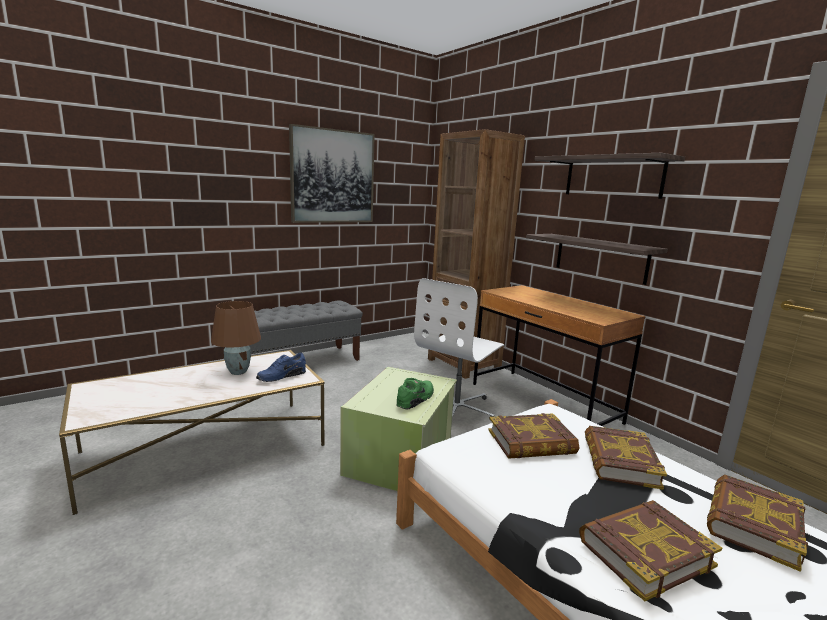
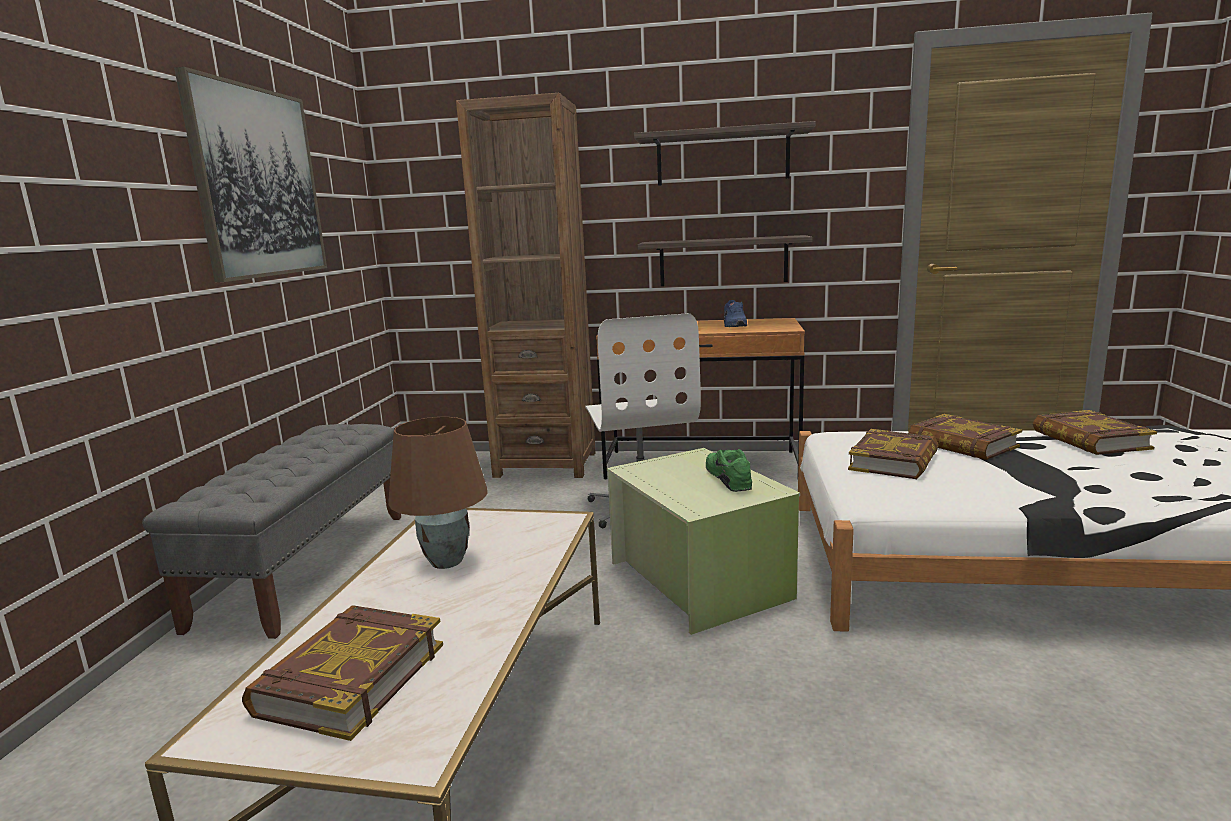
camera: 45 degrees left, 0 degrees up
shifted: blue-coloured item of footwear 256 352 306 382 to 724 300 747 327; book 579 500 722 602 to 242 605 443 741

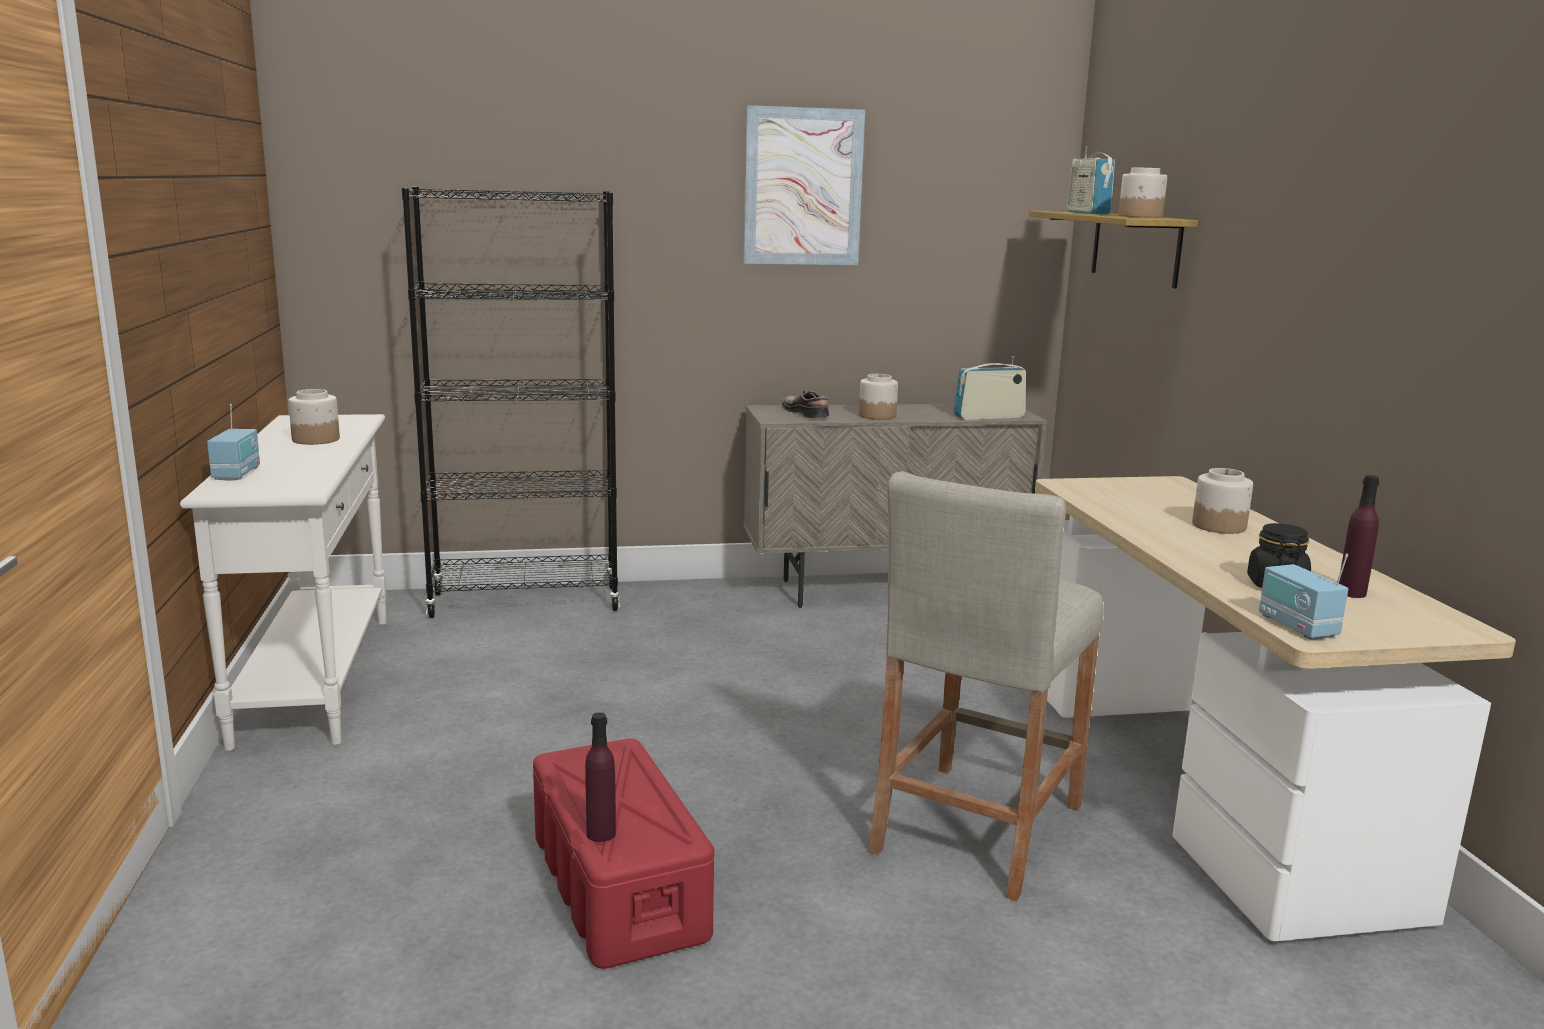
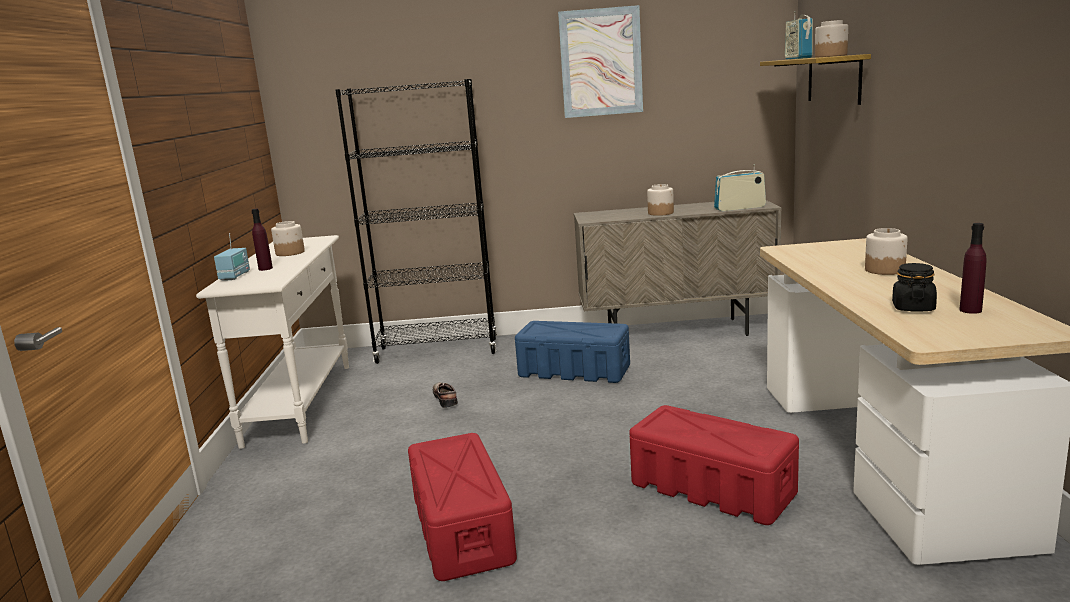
camera: 10 degrees right, 0 degrees up
gone: radio set 1259 554 1348 639
new: blue-coloured storage bin 515 321 630 383
shifted: purple beverage bottle 585 712 616 842 to 251 209 273 271; item of footwear 782 390 829 418 to 433 382 458 408
swapped: beige stool seat 868 471 1104 901 to red storage bin 629 405 799 525

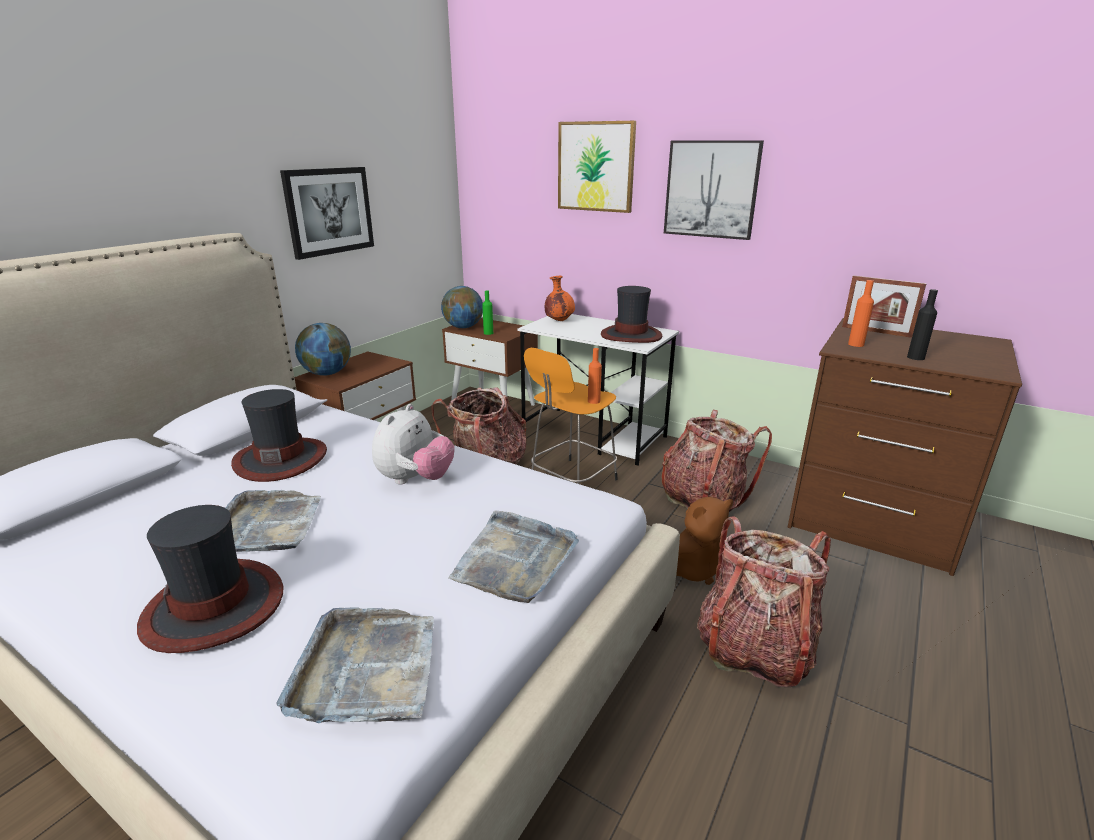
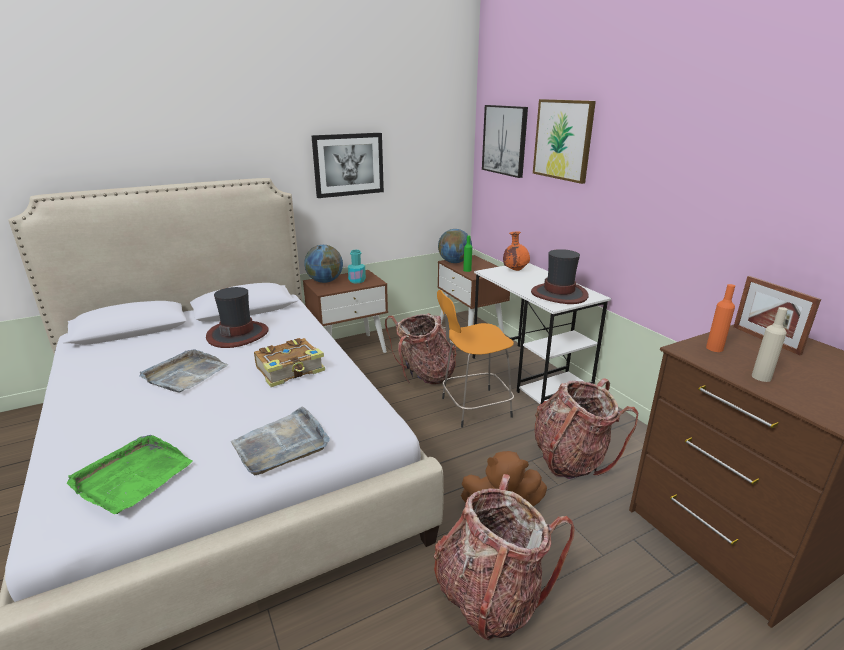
camera: 30 degrees right, 0 degrees up
gone: hat 137 505 283 653; orange-coloured beverage bottle 588 348 602 404
new: blue-green beverage bottle 348 250 366 283
shifted: wall picture 664 140 764 240 to 482 105 528 178
swapped: plush toy 372 404 454 484 to book 254 338 325 387
repainted: grey carrying tray 276 607 434 723 to greenish carrying tray 67 435 193 514; black-coloured beverage bottle 907 289 938 360 to beige beverage bottle 752 307 788 382

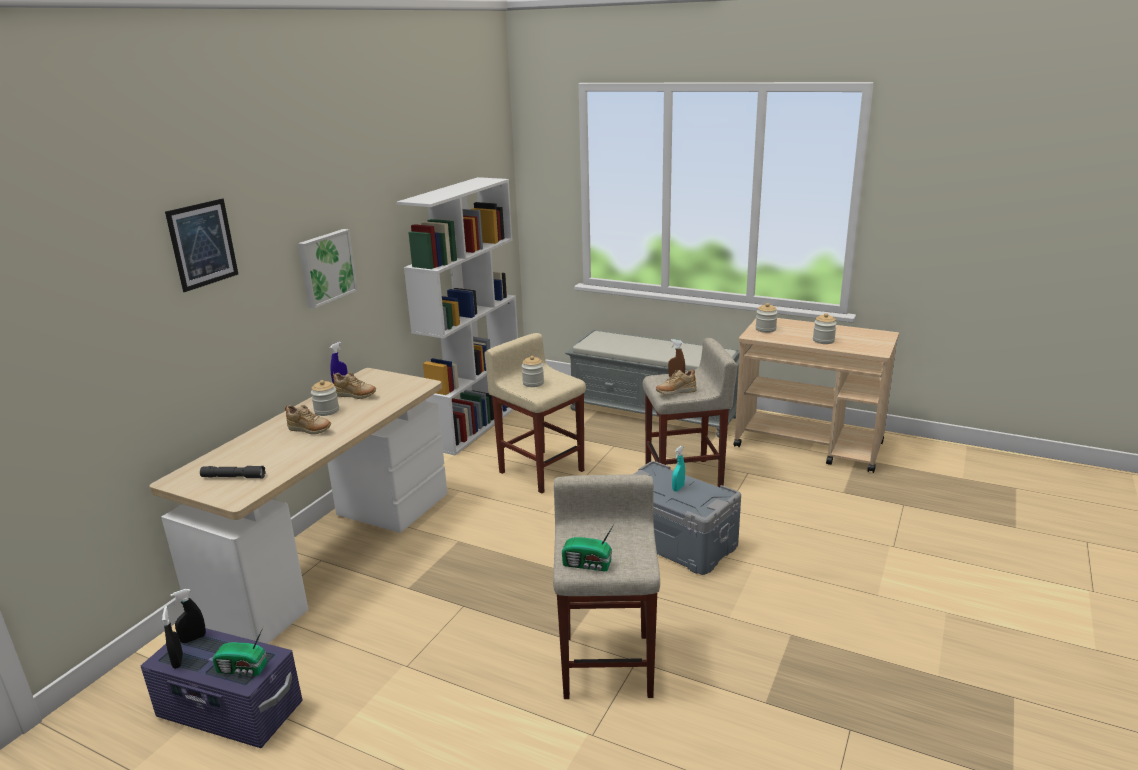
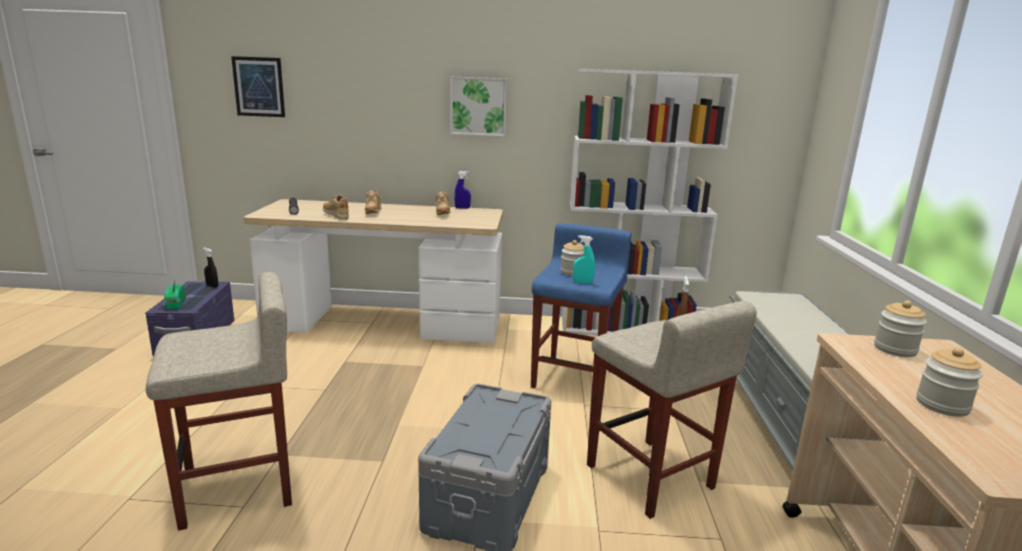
camera: 65 degrees right, 5 degrees down
gone: black-coloured spray bottle 162 606 183 669; jar 311 380 339 416; radio set 562 523 615 572
shifted: wall picture 165 198 238 292 to 231 56 285 117; beige item of footwear 656 370 697 395 to 323 194 349 219; blue-green spray bottle 672 446 685 491 to 573 235 595 284
repainted: beige stool seat 485 333 586 494 to blue-coloured stool seat 531 223 632 388

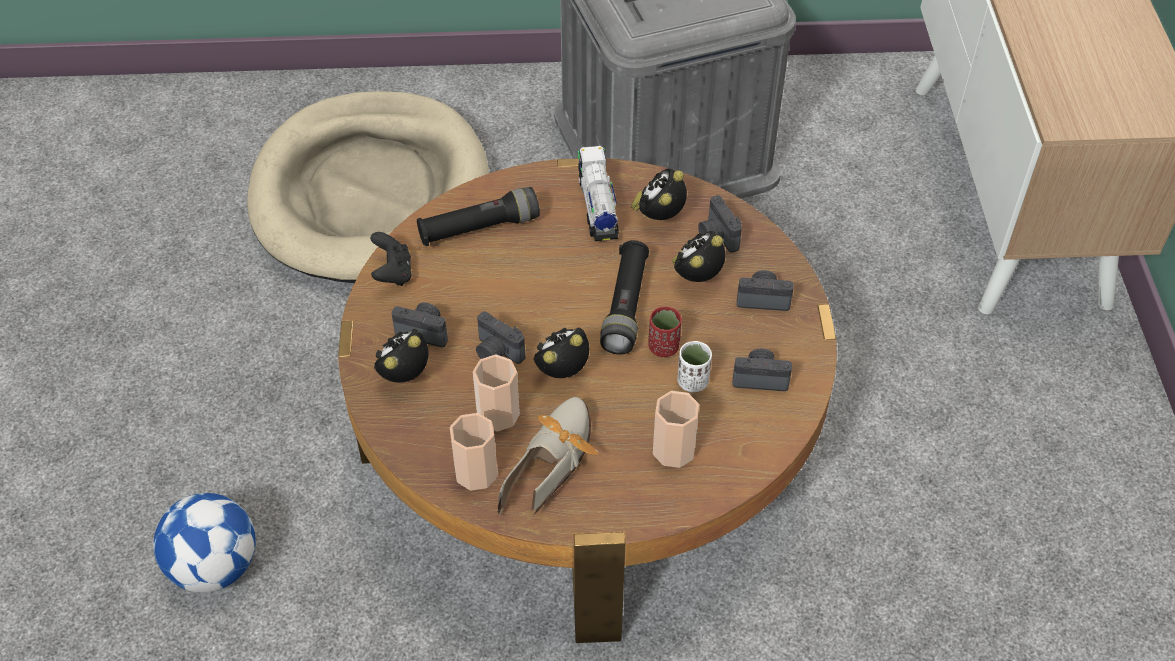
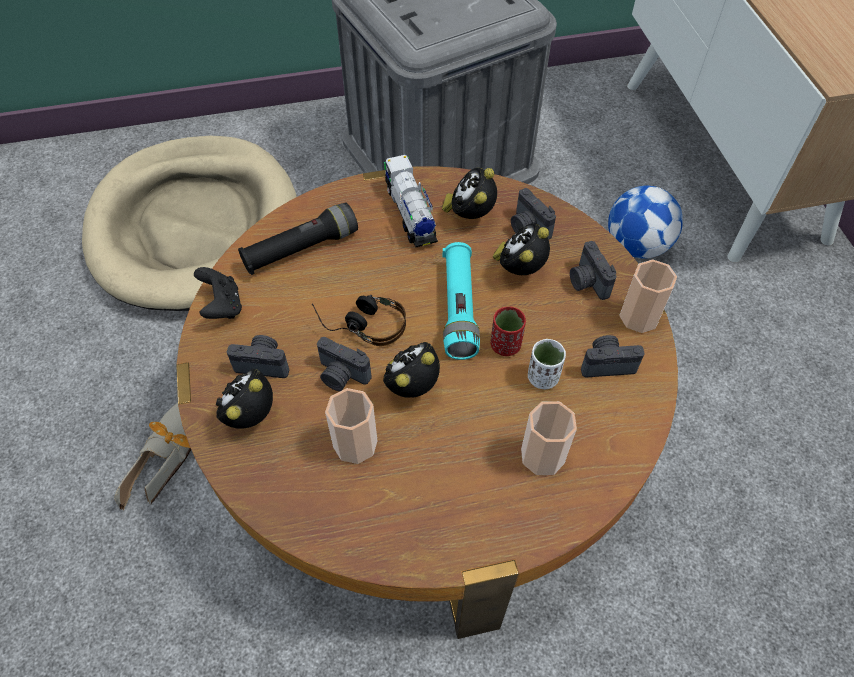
camera: 10 degrees left, 5 degrees up
new: headphones 312 295 406 346
shifted: football ball 153 493 256 593 to 608 186 683 258; cup 450 413 498 491 to 619 260 677 333; item of footwear 497 397 599 516 to 114 403 191 511
repainted: black-coloured flashlight 600 240 649 355 to blue-green flashlight 443 242 480 360
rotated: still camera 737 270 793 311 = 570 241 617 300 105 degrees counterclockwise

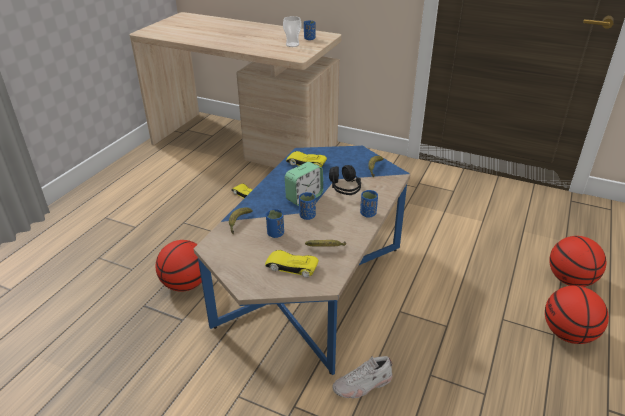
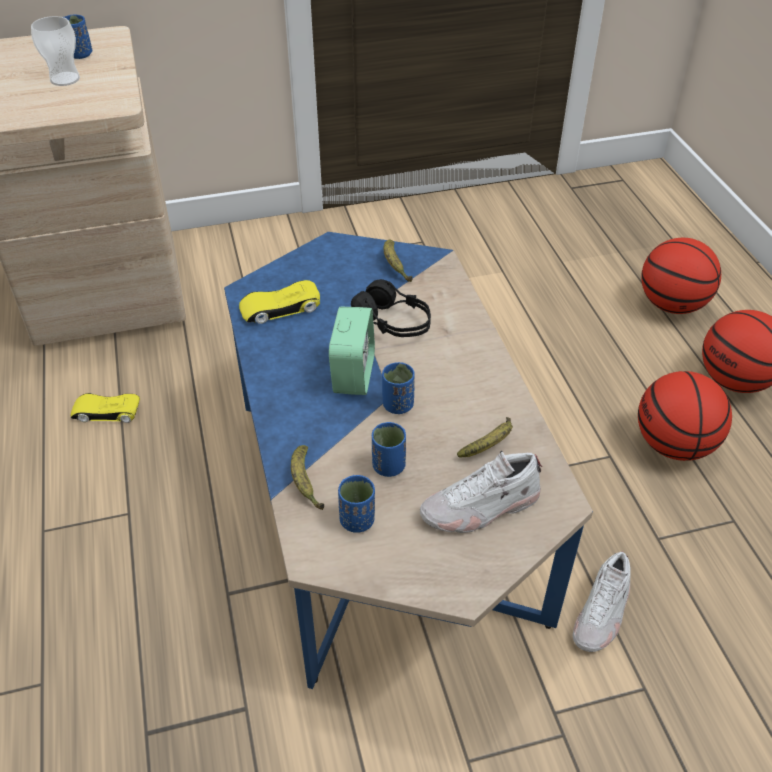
camera: 40 degrees left, 10 degrees up
shifted: basketball 156 240 202 292 to 638 371 732 461; blue-coloured cup 360 190 378 218 to 338 475 375 533
swapped: yellowish toy car 265 250 319 278 to whitish item of footwear 420 451 542 533

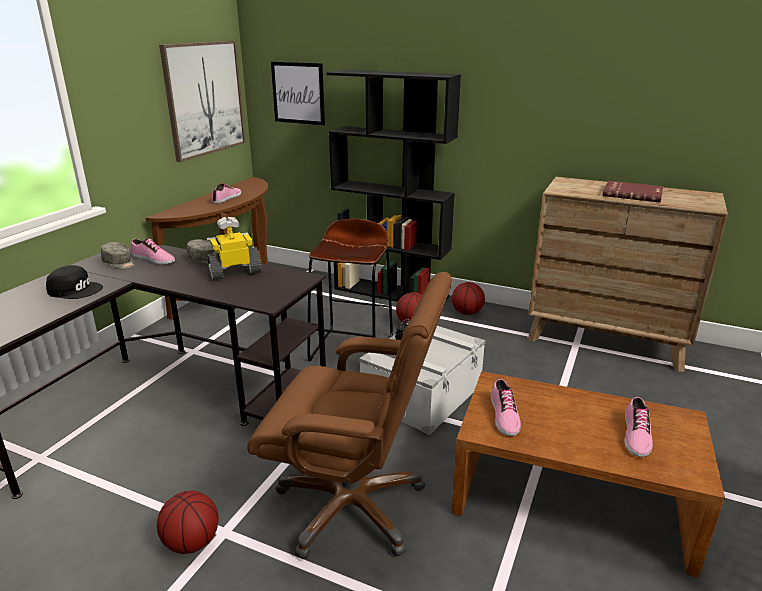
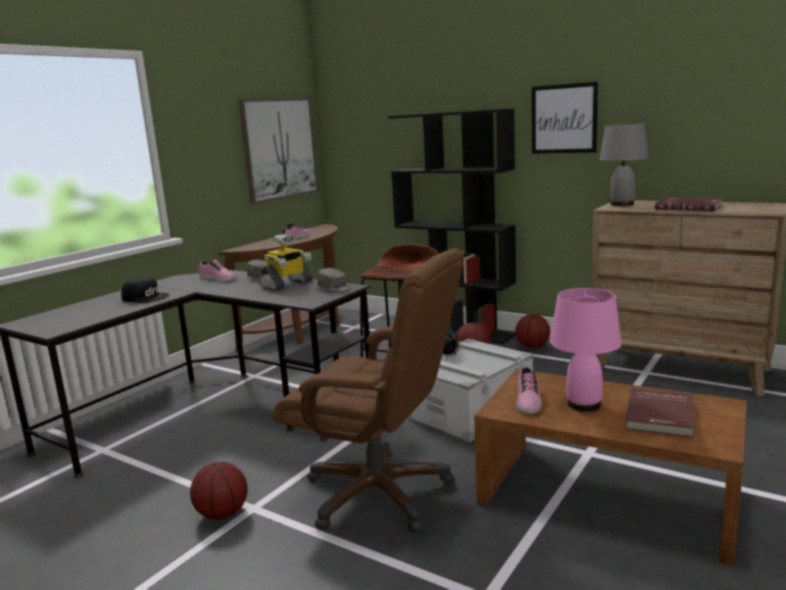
camera: 10 degrees right, 10 degrees down
new: pinkish lamp for a table 550 288 622 412; grey lamp for a table 599 124 649 206
shifted: grey cap 101 242 135 269 to 317 268 351 292; wall picture 271 62 325 125 to 532 82 598 154
swapped: item of footwear 624 397 653 457 to red book 625 388 694 437
rotated: robot figure 207 217 262 280 = 259 234 313 291 150 degrees clockwise

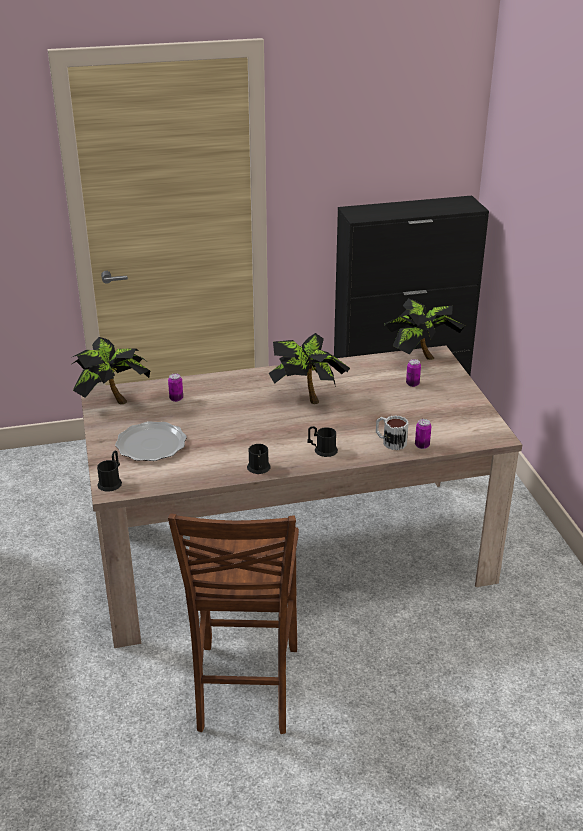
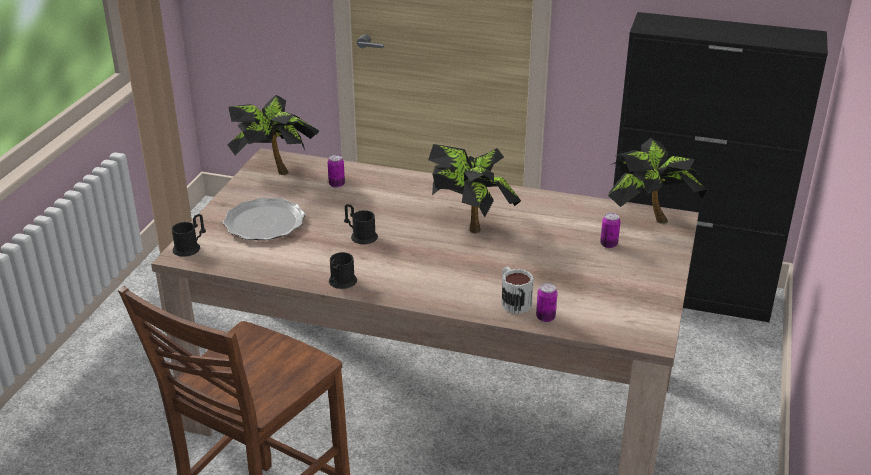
camera: 30 degrees right, 0 degrees up
shifted: black-coloured mug 307 426 338 457 to 344 204 378 244

